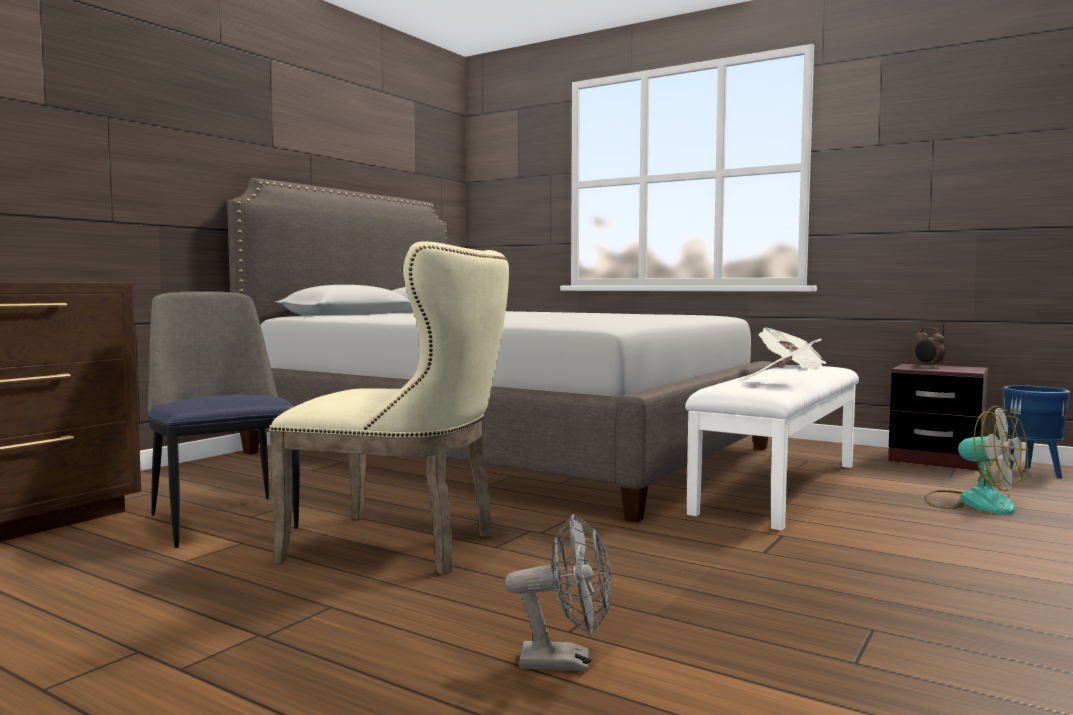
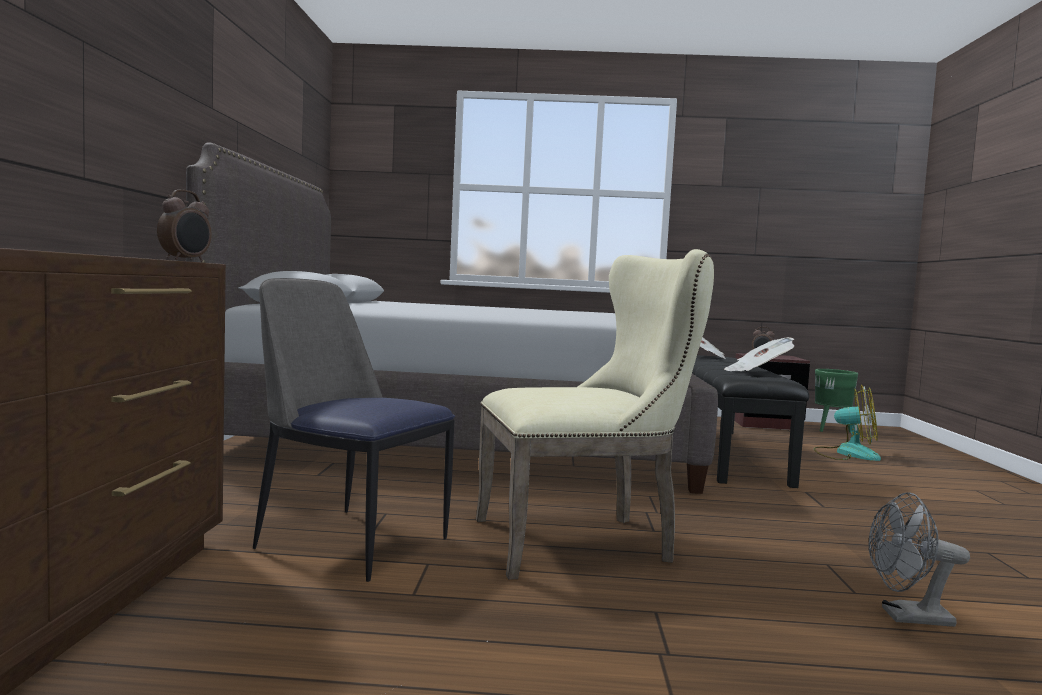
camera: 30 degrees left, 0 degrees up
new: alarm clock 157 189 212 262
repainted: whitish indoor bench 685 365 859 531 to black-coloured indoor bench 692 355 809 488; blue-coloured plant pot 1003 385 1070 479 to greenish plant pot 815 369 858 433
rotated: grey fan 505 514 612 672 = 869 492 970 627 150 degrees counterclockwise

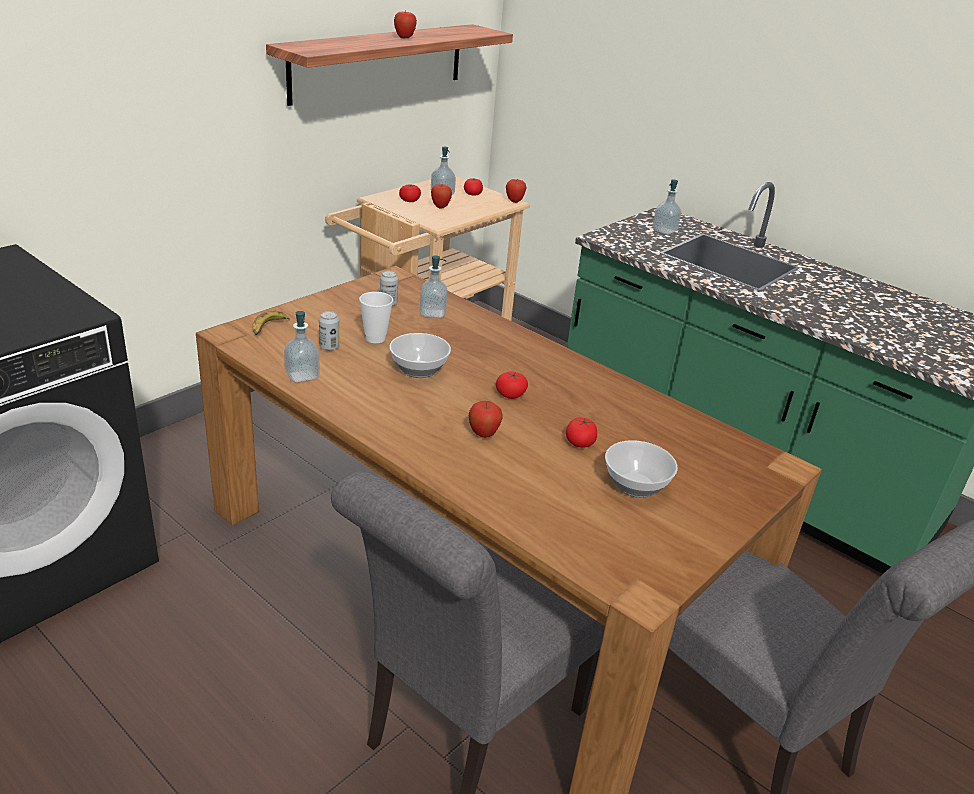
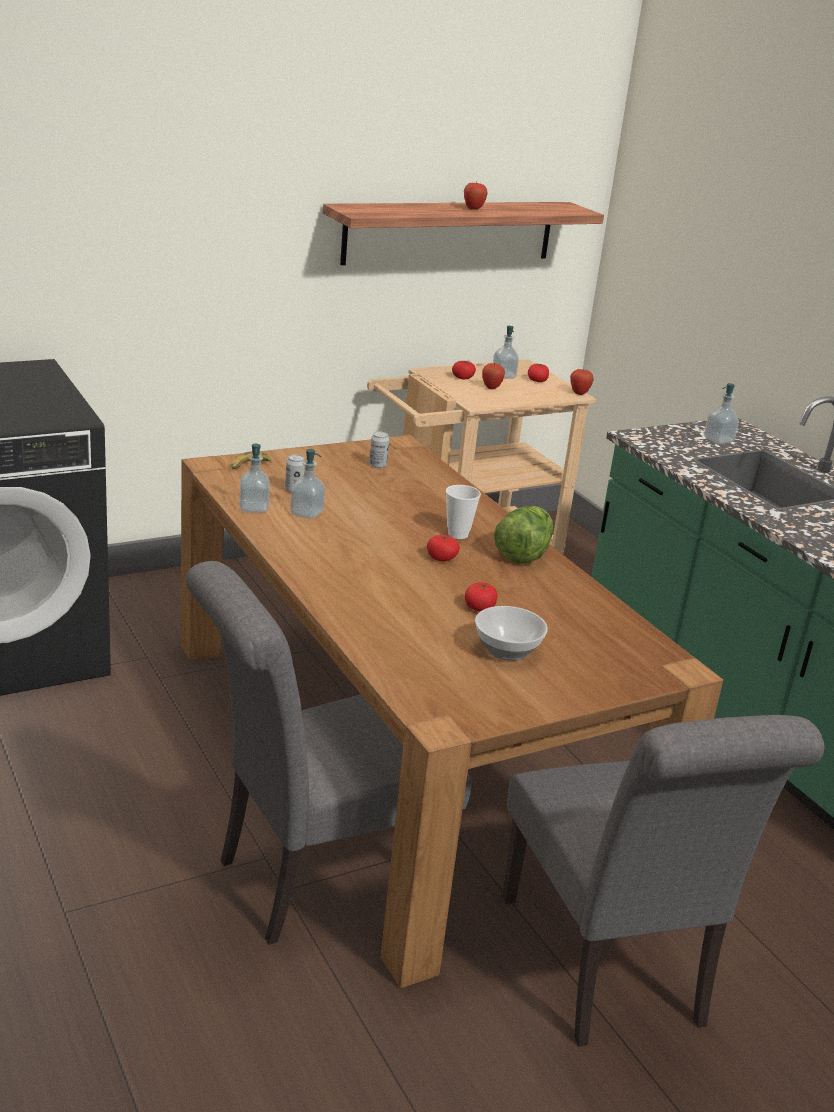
camera: 20 degrees right, 5 degrees down
gone: deep dish 389 333 451 378; apple 469 401 503 438
new: head of lettuce 494 506 553 564
shifted: cup 359 292 393 343 to 446 485 481 539; soap dispenser 420 256 447 318 to 290 449 325 519

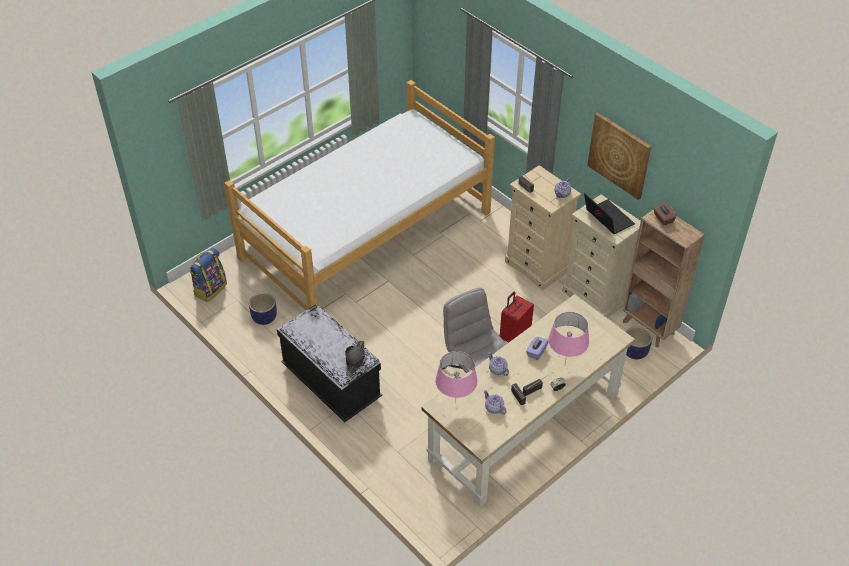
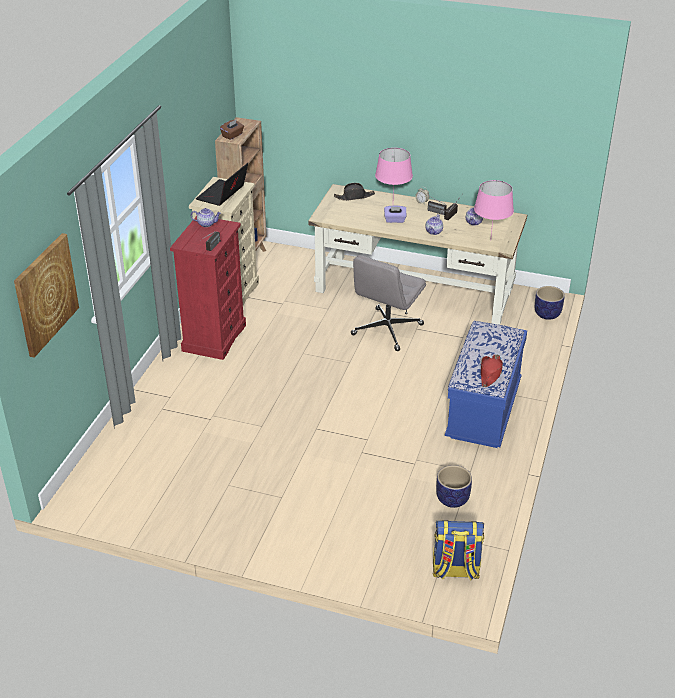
camera: 120 degrees left, 10 degrees down
gone: sleeping bed 224 80 495 310; red piece of luggage 500 291 534 343
new: red hat 481 355 503 387
shifted: black-coloured hat 345 341 365 376 to 334 183 375 201; wall picture 587 112 651 200 to 14 233 79 358; plant pot 626 326 652 359 to 535 286 565 320
repainted: black-coloured indoor bench 277 305 382 422 to blue-coloured indoor bench 445 321 527 448; beige drawer chest 505 165 581 290 to red drawer chest 170 216 246 360

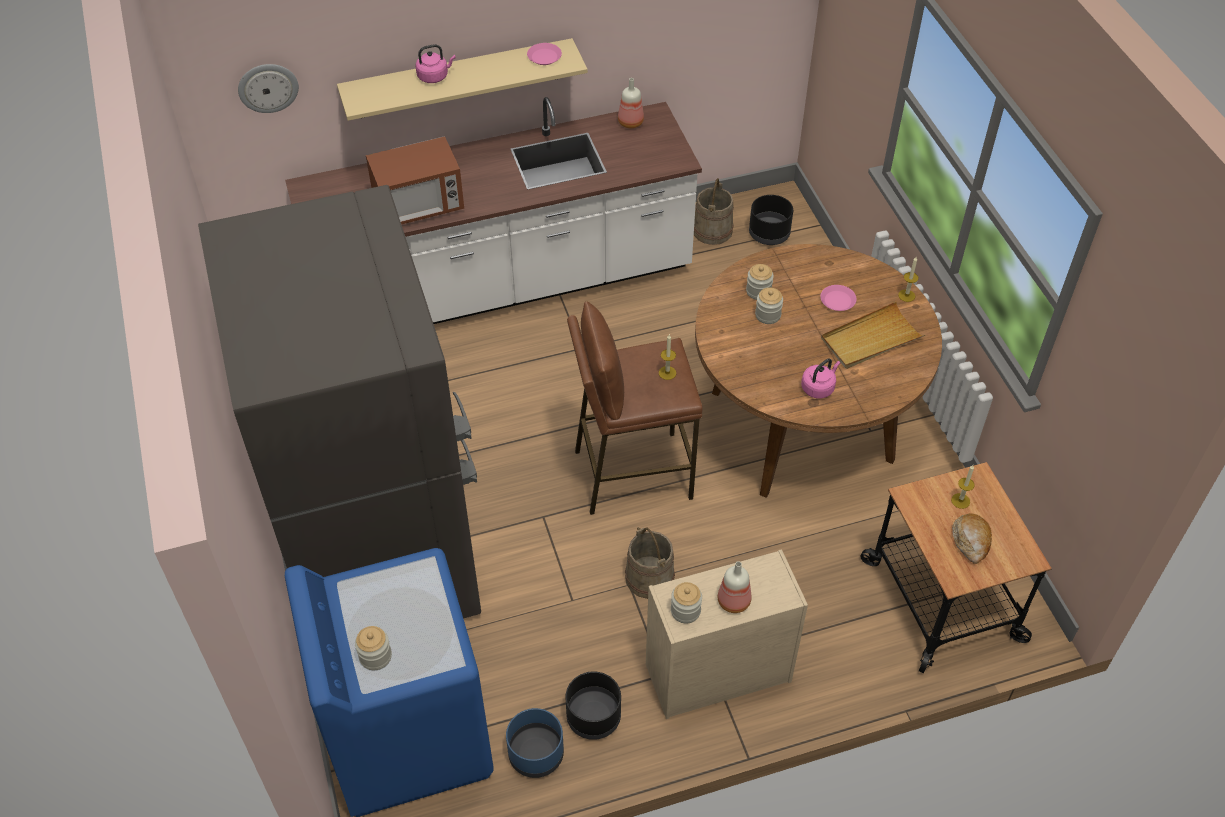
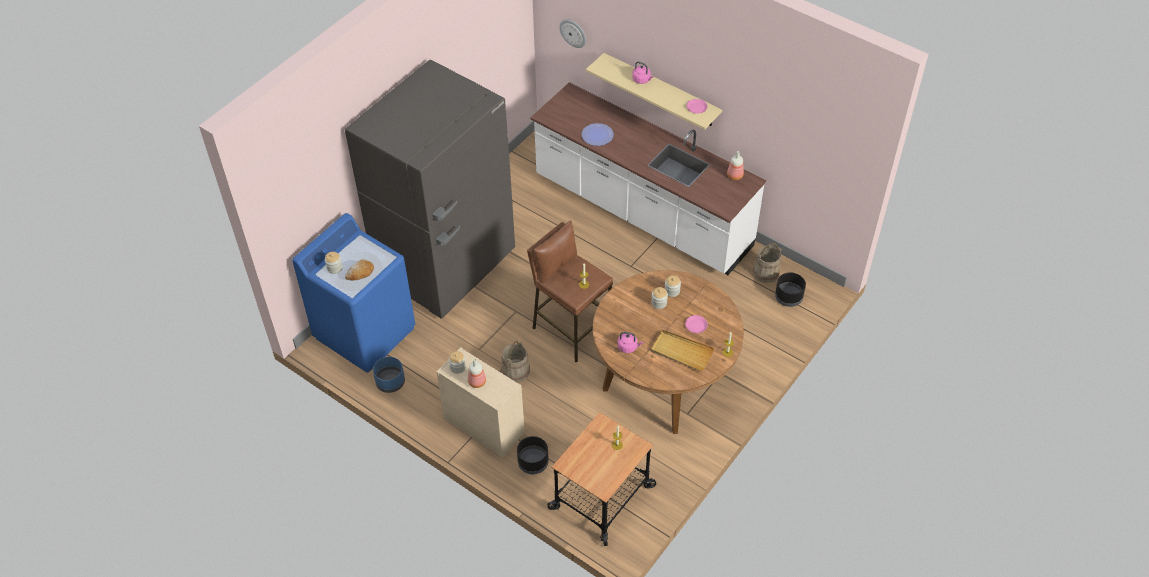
camera: 55 degrees right, 0 degrees up
shifted: black-coloured plant pot 565 671 621 740 to 517 436 549 474; baked bread 952 513 992 564 to 345 260 374 280
swapped: microwave 366 136 464 224 to flat dish 581 123 614 146

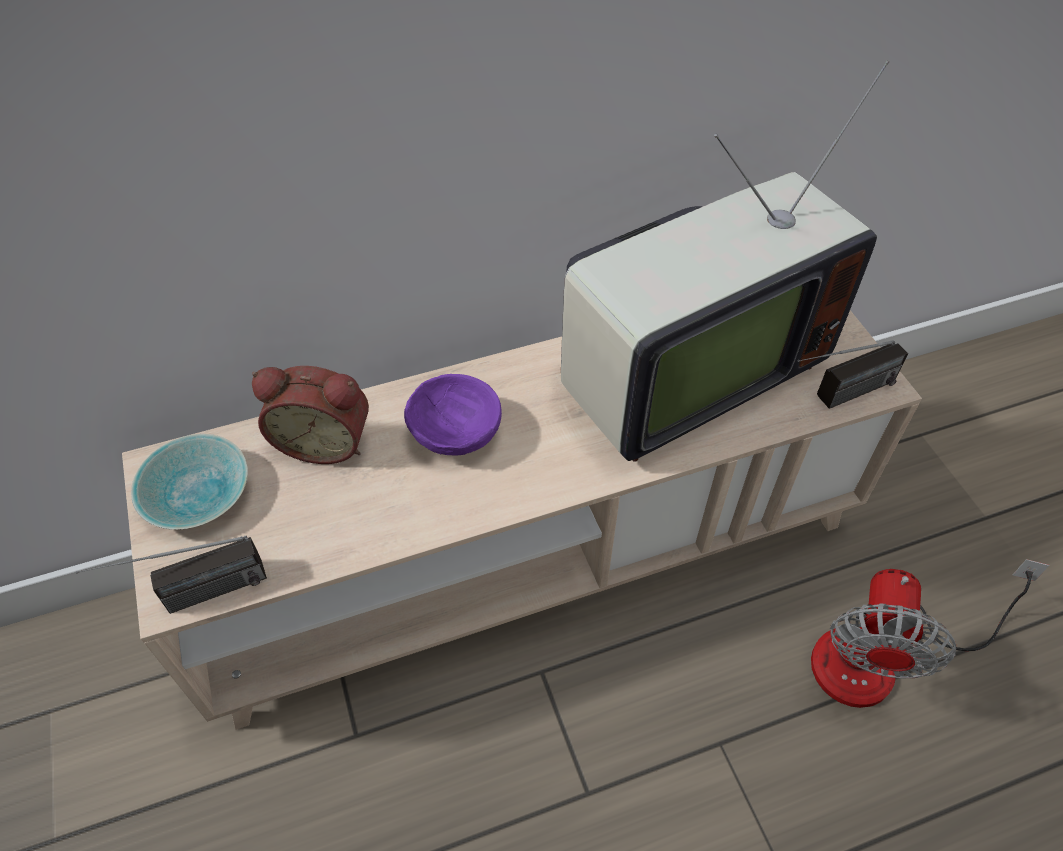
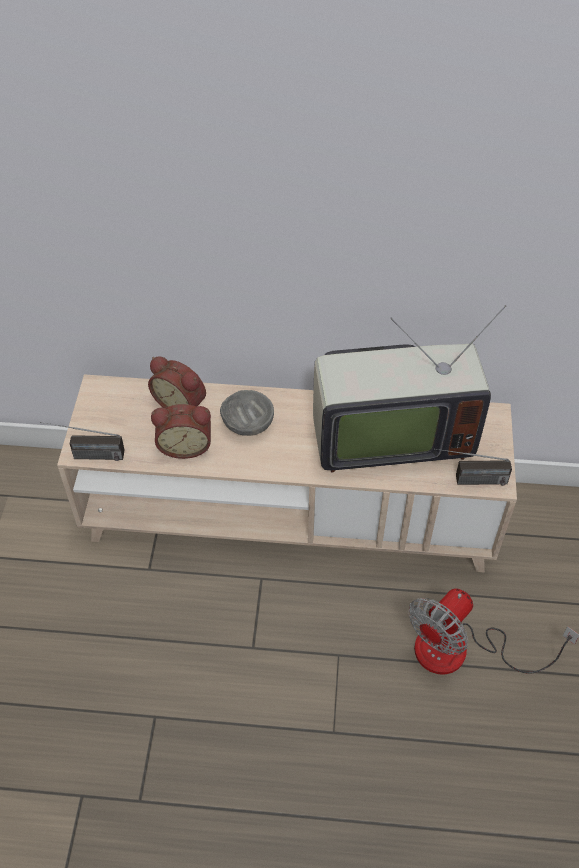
camera: 25 degrees right, 0 degrees up
gone: blue-green deep dish 131 434 248 530
new: alarm clock 151 404 211 459
repainted: purple deep dish 404 374 502 456 to grey deep dish 220 390 274 436

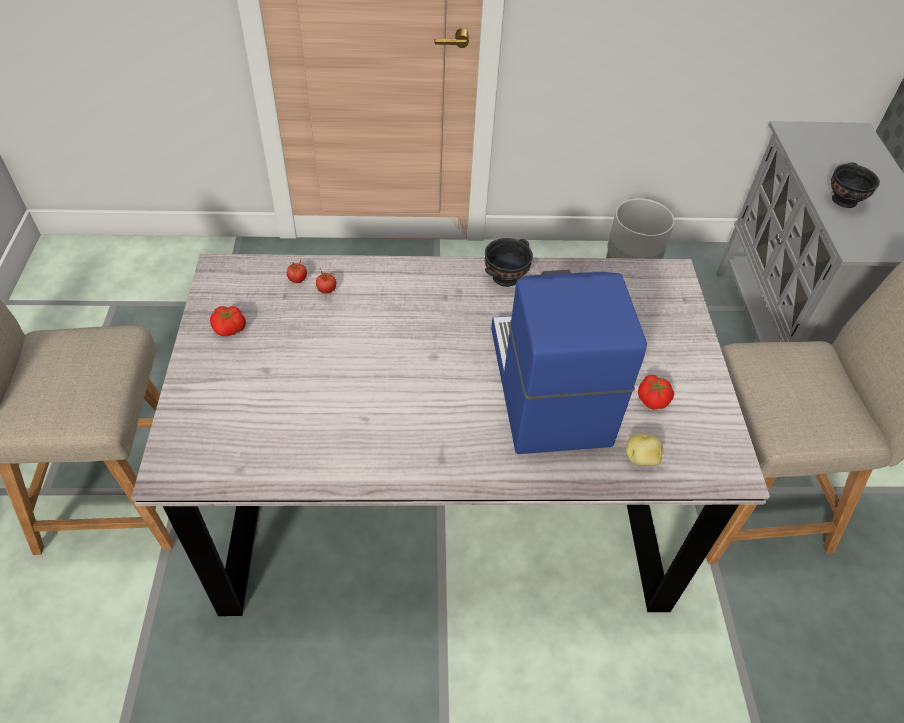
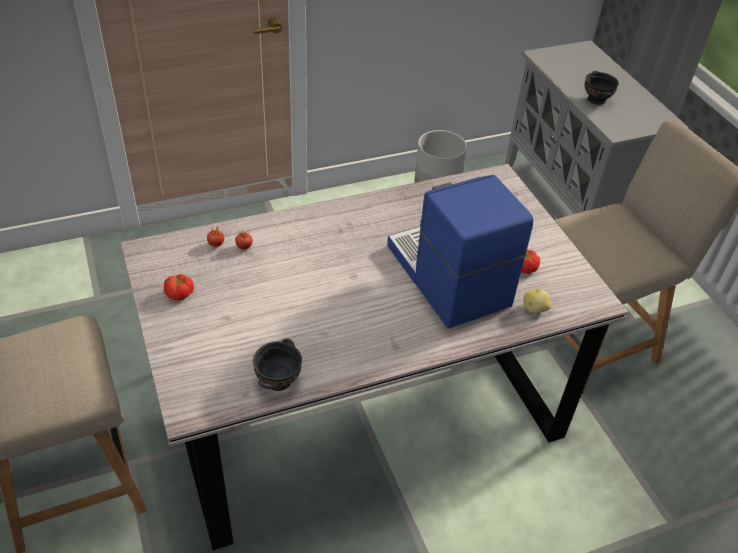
camera: 20 degrees left, 5 degrees down
shifted: black-coloured deep dish 485 238 533 287 to 253 338 302 391

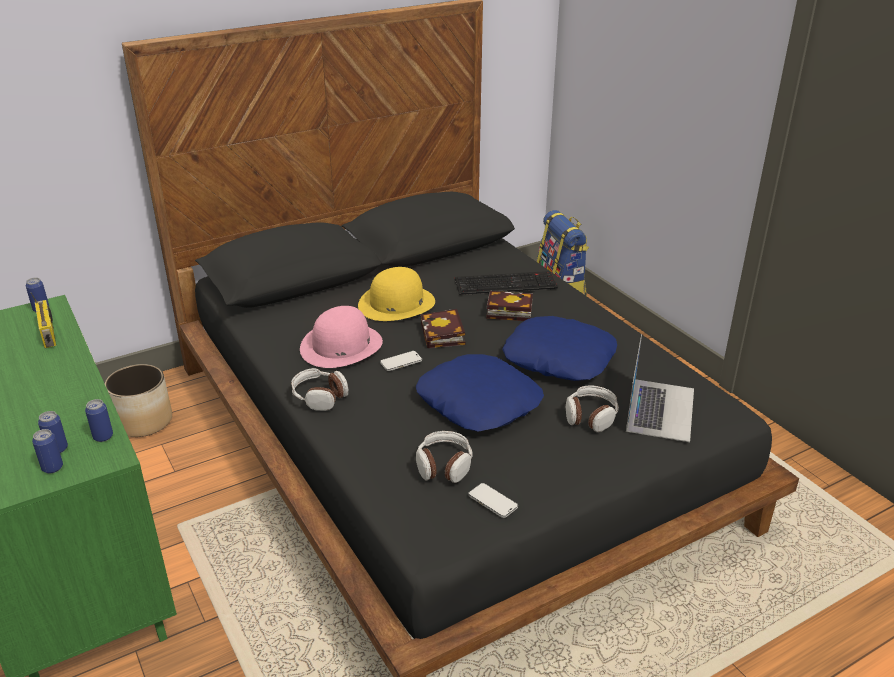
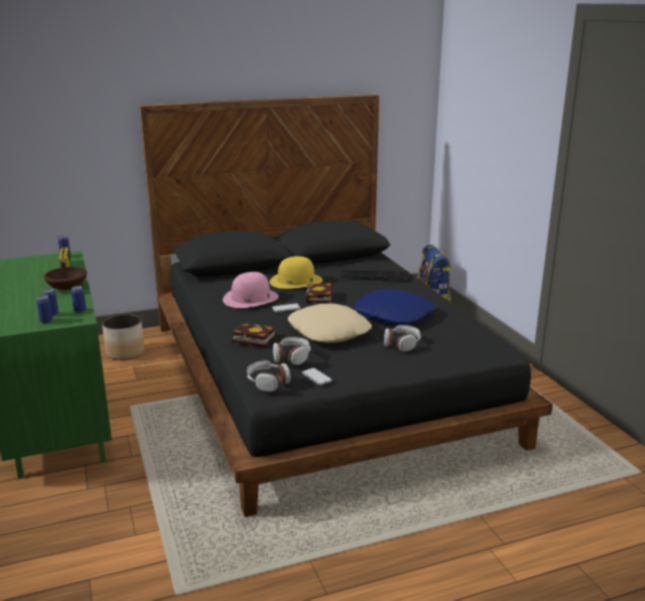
camera: 10 degrees right, 10 degrees down
gone: laptop 626 334 694 442
new: brownish deep dish 44 267 87 290
shifted: headphones 291 368 348 411 to 247 361 290 392; book 486 291 533 321 to 231 323 276 348
repainted: blue-coloured pillow 416 354 544 432 to beige pillow 288 304 372 343

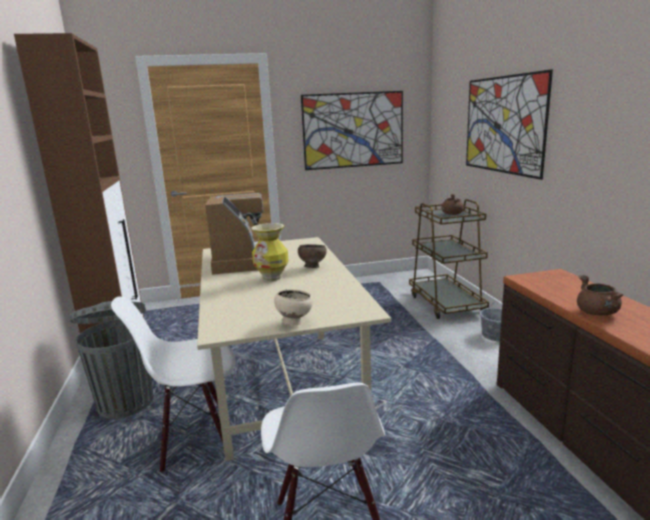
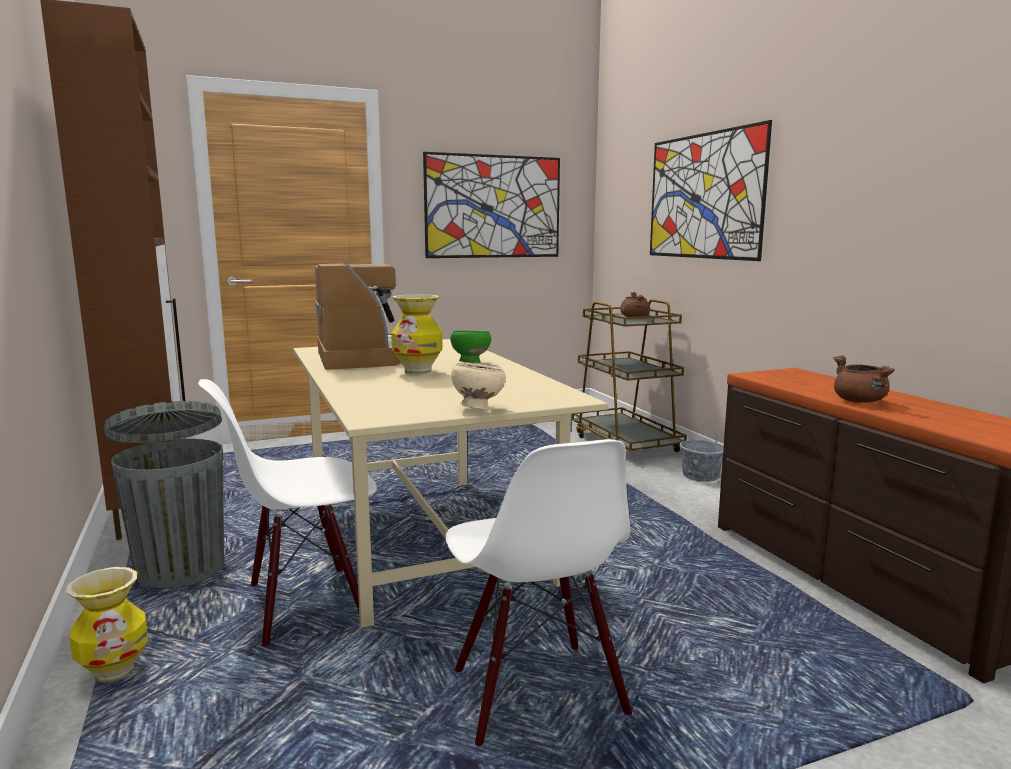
camera: 10 degrees left, 5 degrees down
new: decorative vase 66 567 148 682
repainted: brownish deep dish 298 244 327 268 to greenish deep dish 450 330 491 363

